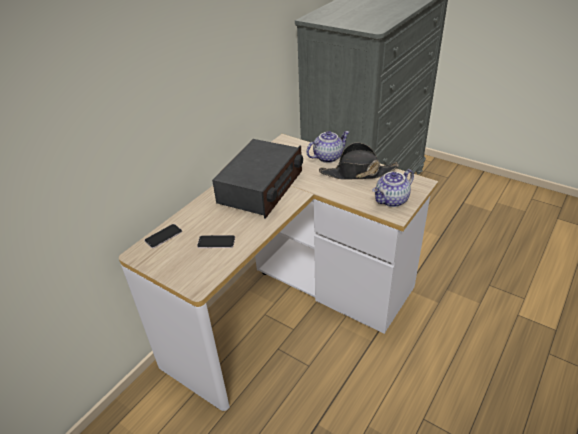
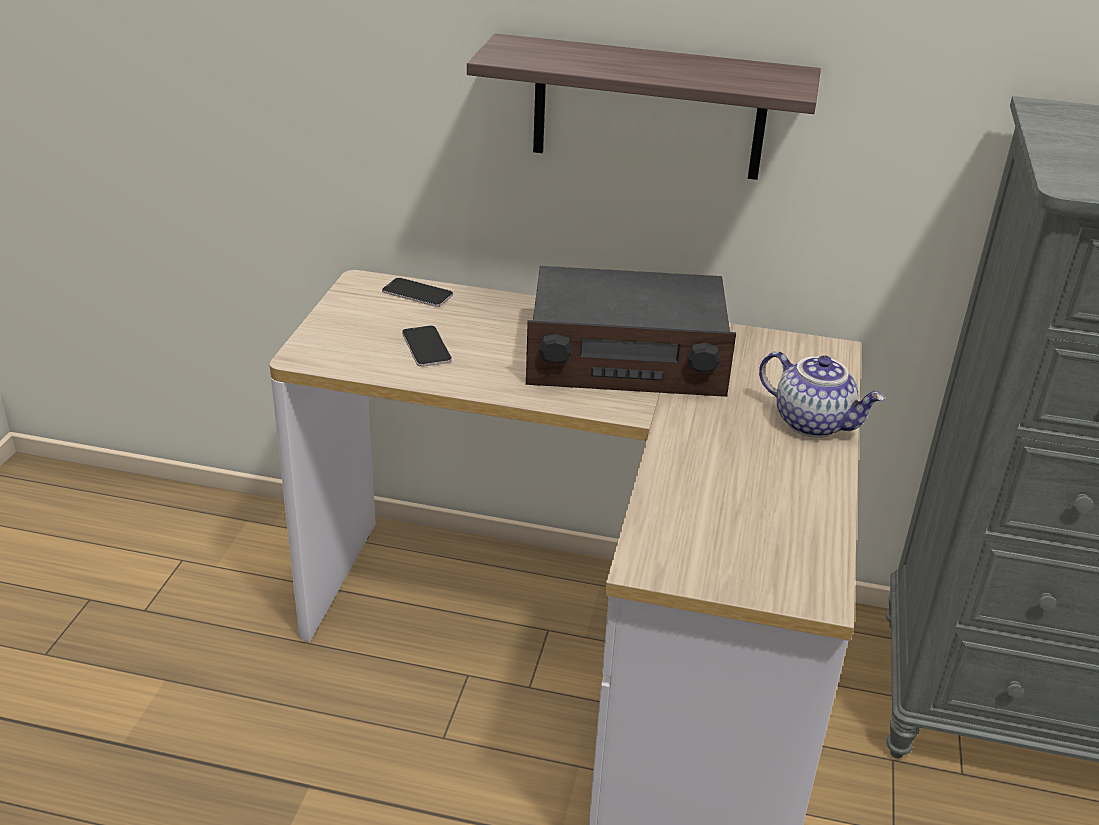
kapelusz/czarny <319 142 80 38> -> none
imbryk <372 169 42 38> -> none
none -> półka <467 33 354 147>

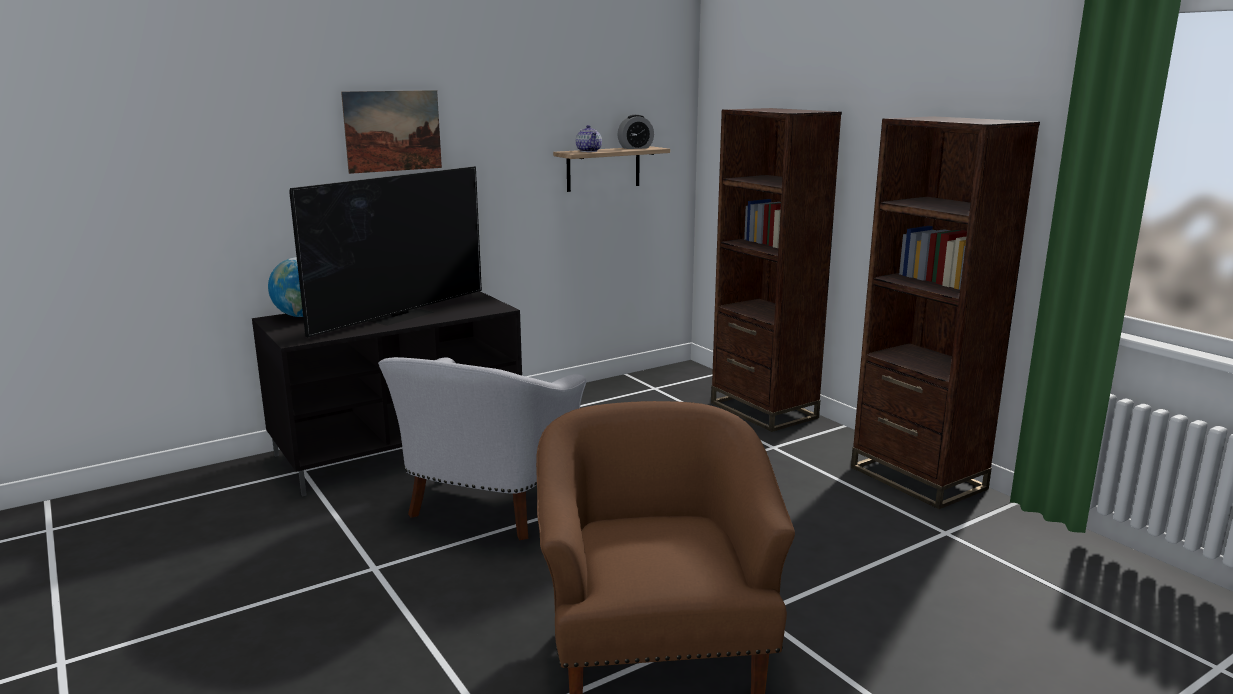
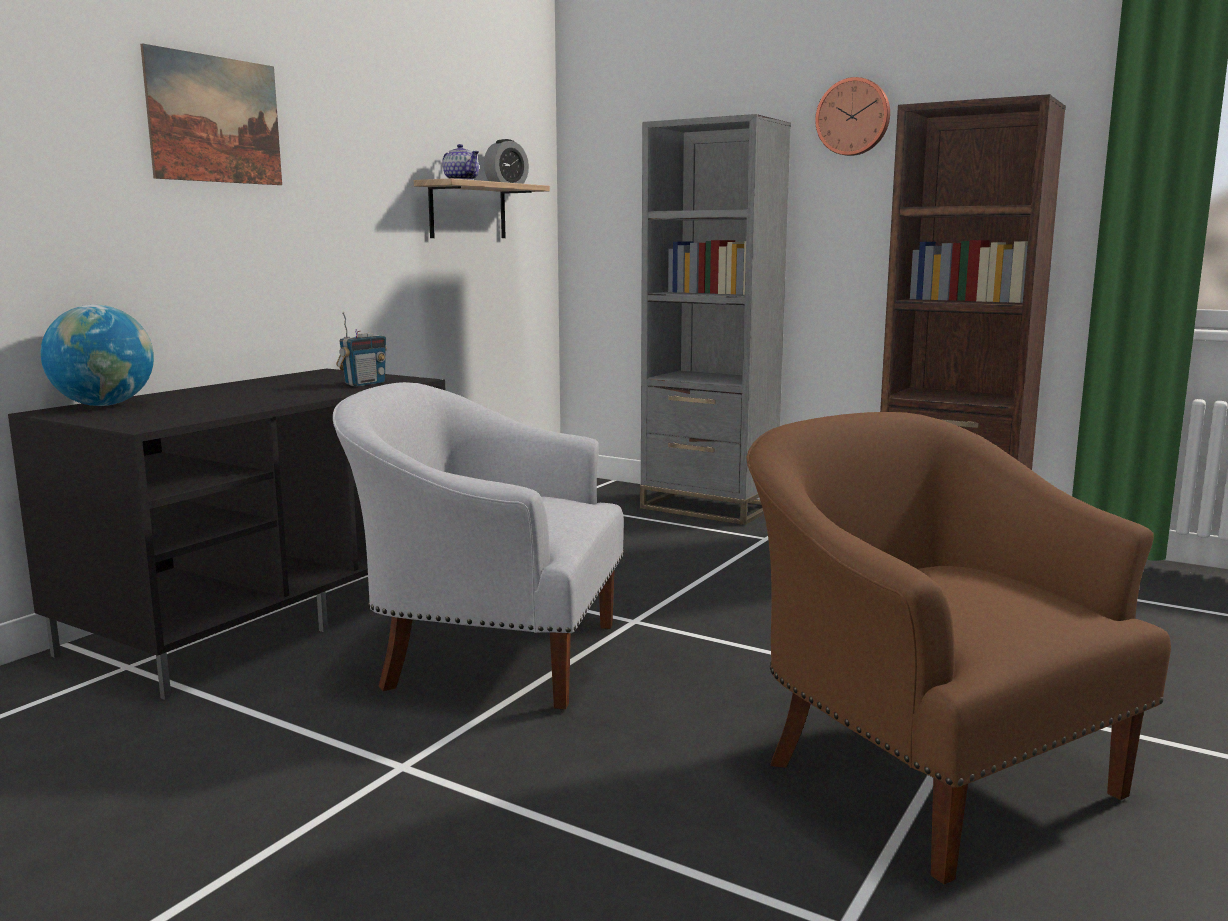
telewizor <289 166 193 171> -> none
none -> radio <336 312 51 74>
none -> zegar ścienny <815 77 75 79>
regał/brązowy <711 108 131 324> -> regał/szary <640 114 151 411>
fotel/biały <378 357 208 183> -> fotel/biały <333 382 291 327>, 105 degrees clockwise

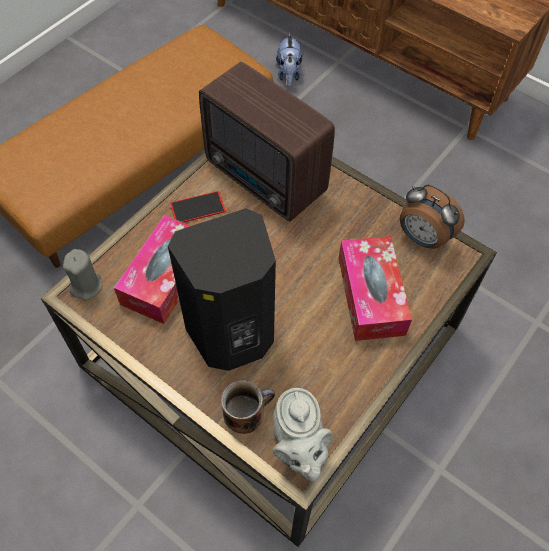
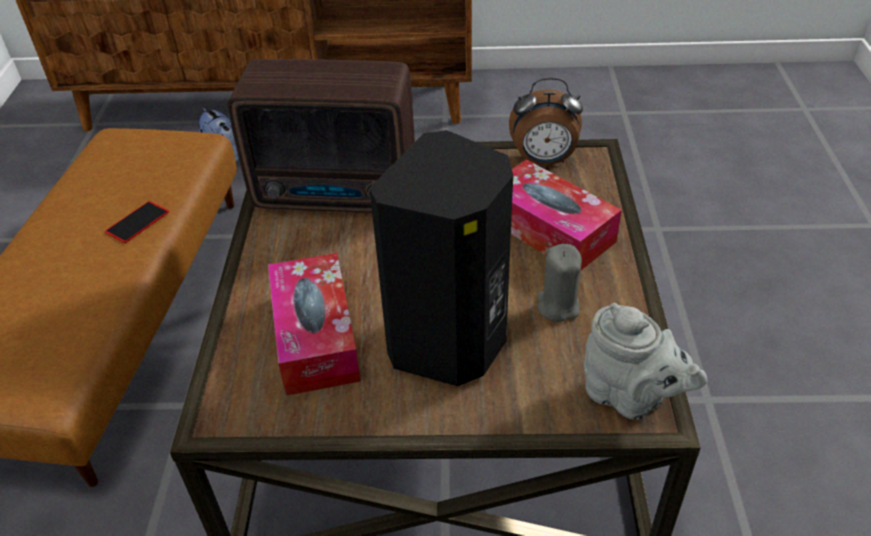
kubek <221 380 54 54> -> none
świeca/szary <63 249 40 51> -> świeca/szary <537 244 45 78>, relocated
telefon <170 191 56 32> -> telefon <105 201 64 42>, relocated

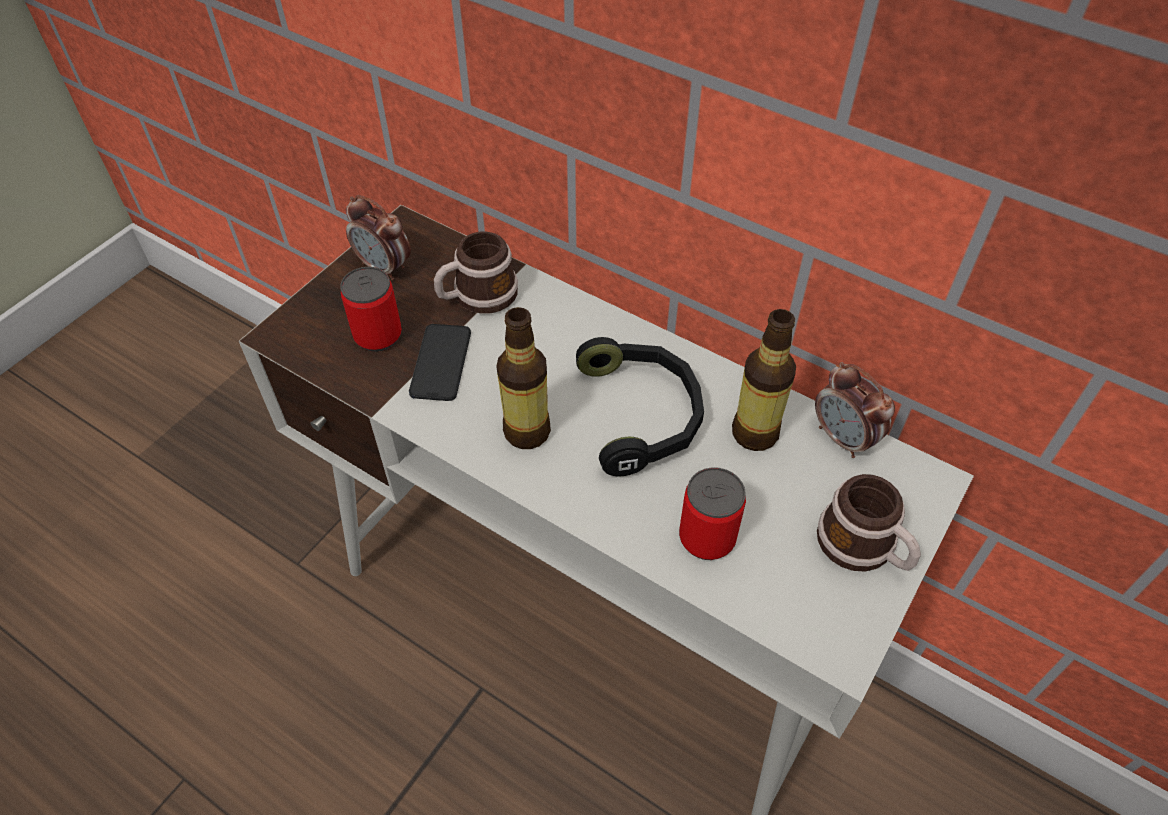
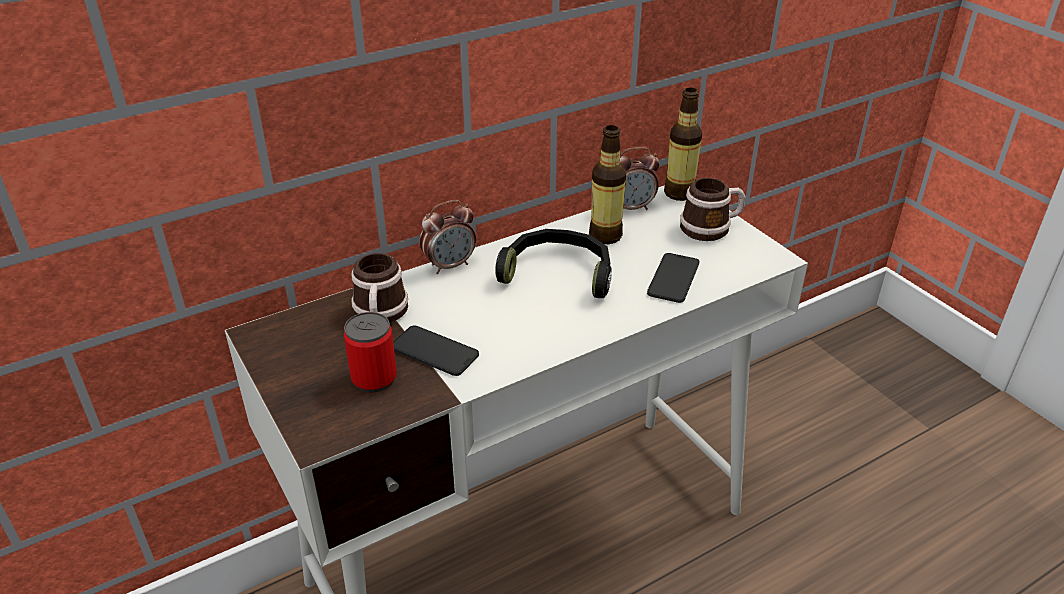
budzik <346 195 65 85> -> budzik <420 200 56 74>, relocated
butelka <496 307 55 142> -> butelka <664 88 38 113>, relocated
puszka <679 467 67 93> -> telefon <647 253 53 50>

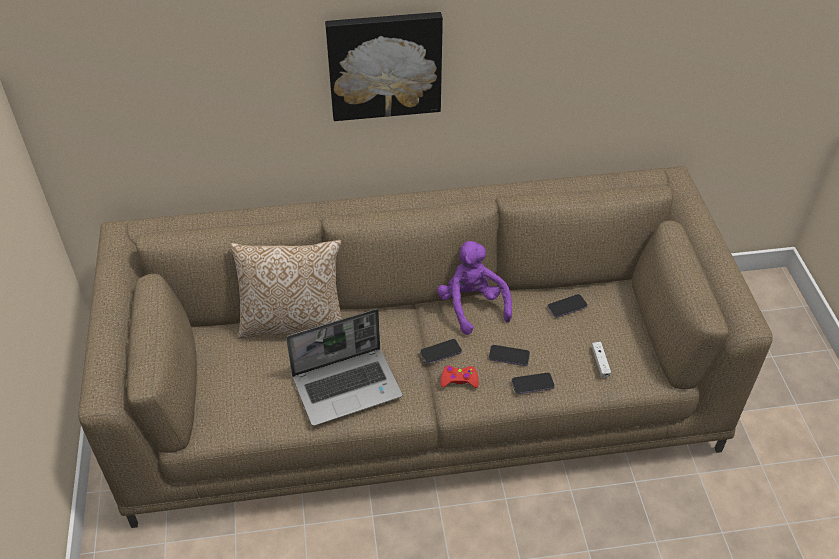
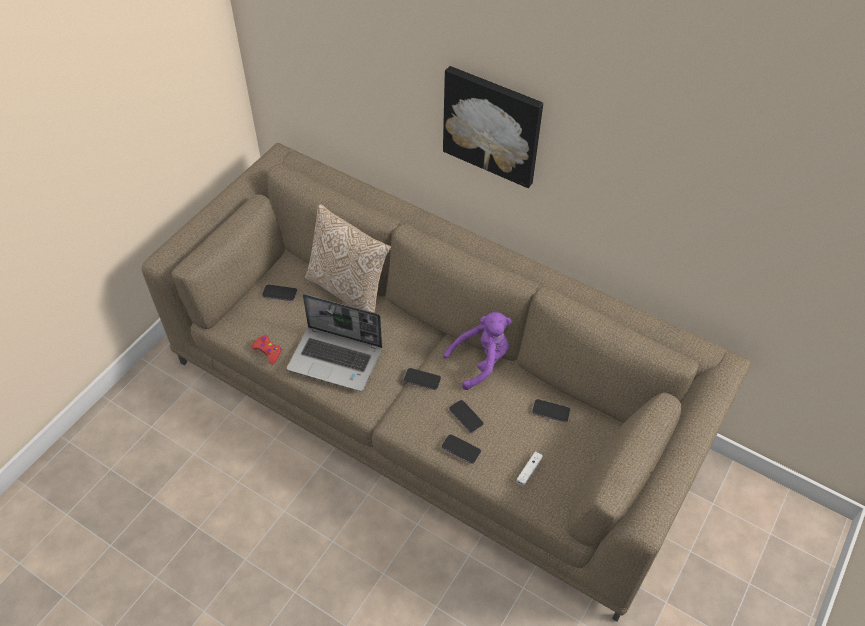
none -> telefon <262 284 35 17>
pad do gier/czerwony <441 366 38 22> -> pad do gier/czerwony <252 335 30 30>, relocated
pluszak/fioletowy <437 241 75 94> -> pluszak/fioletowy <443 312 69 78>, 45 degrees clockwise

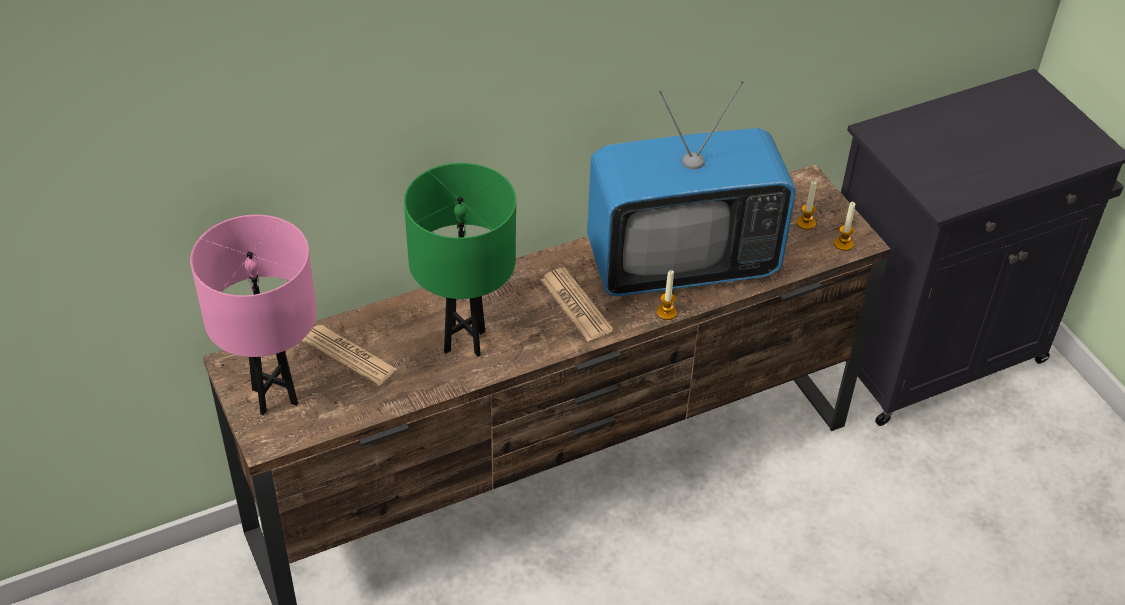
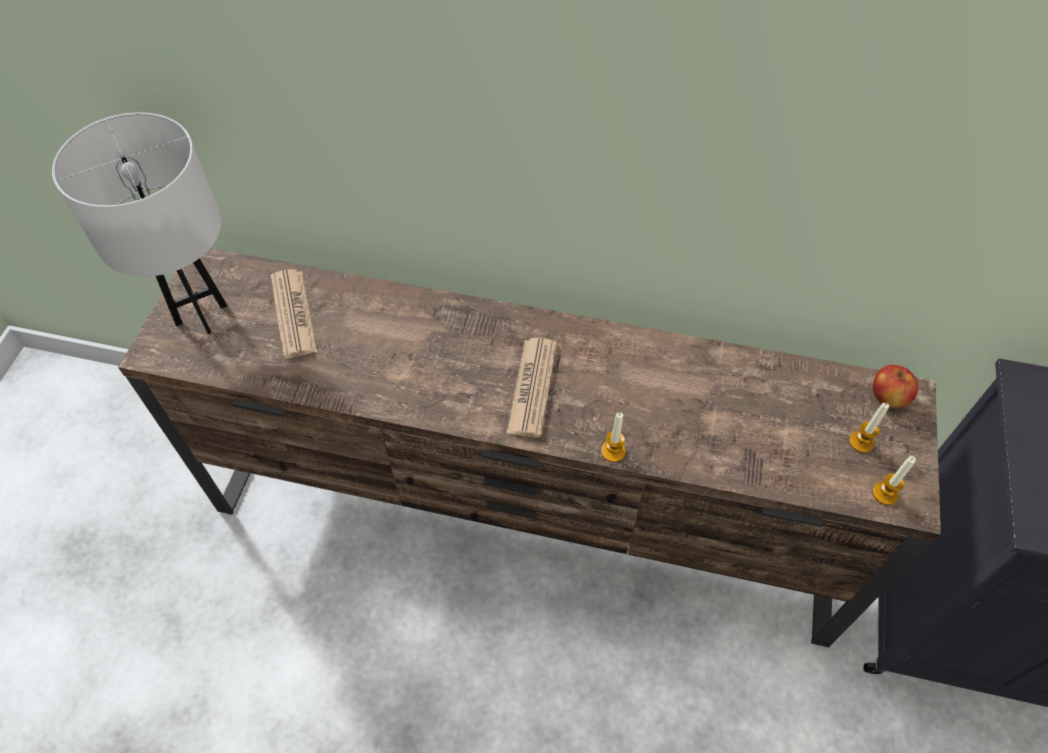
lampa stołowa/zielony <404 163 112 194> -> none
telewizor <587 81 209 215> -> none
none -> jabłko <873 365 46 42>
lampa stołowa/różowy <190 215 127 200> -> lampa stołowa/biały <52 112 175 222>

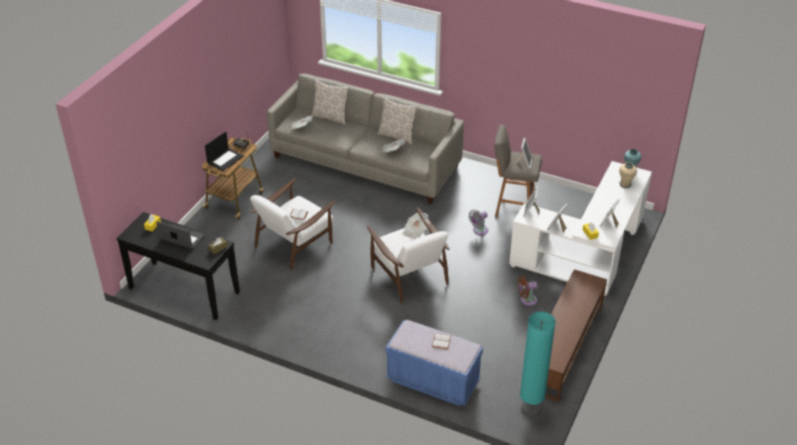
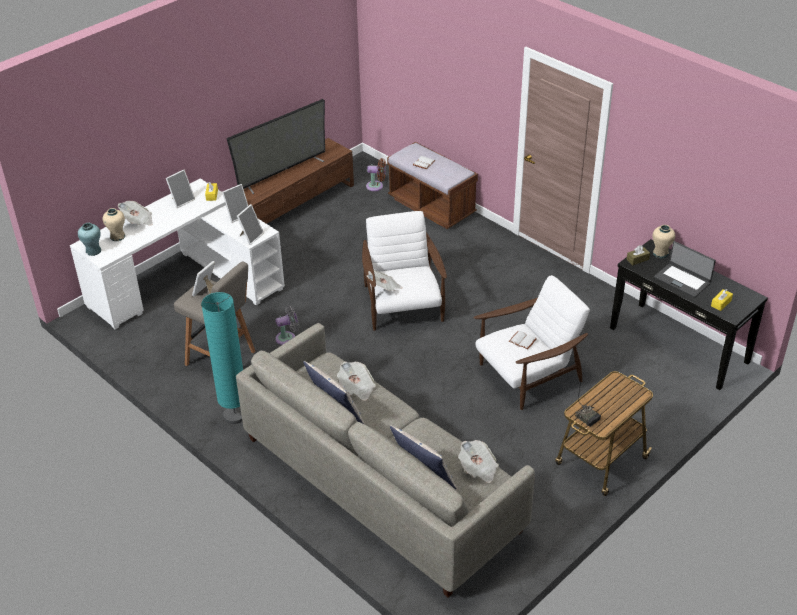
laptop <205 131 39 40> -> none
none -> gazeta <118 201 35 25>
none -> telewizor <227 99 98 95>
none -> wazon/beżowy <653 225 22 33>
wentylator/brązowy <518 276 19 30> -> wentylator/brązowy <366 158 20 33>, relocated
lampa stojąca/turkusowy <520 311 36 106> -> lampa stojąca/turkusowy <201 292 42 132>, relocated
ławka/niebieski <386 320 97 86> -> ławka/brązowy <387 142 91 87>

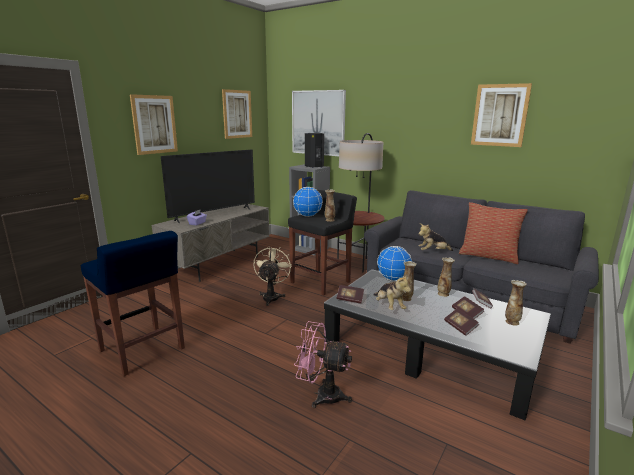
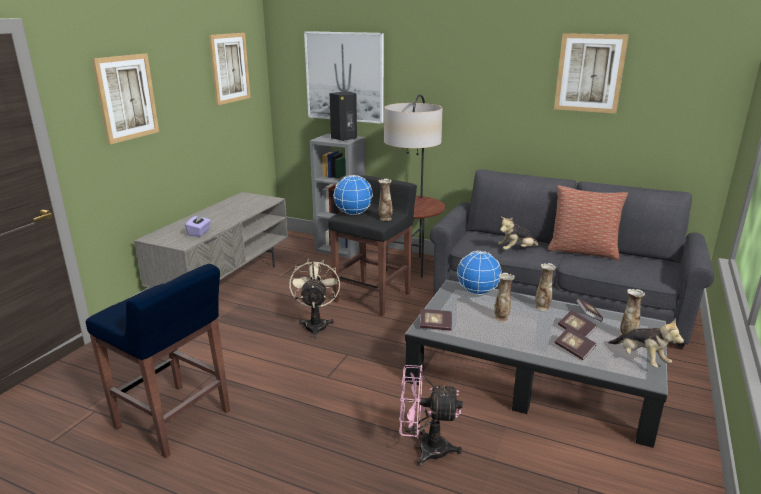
telewizor <161 150 94 73> -> none
pluszak <373 275 38 35> -> pluszak <608 318 76 49>, relocated

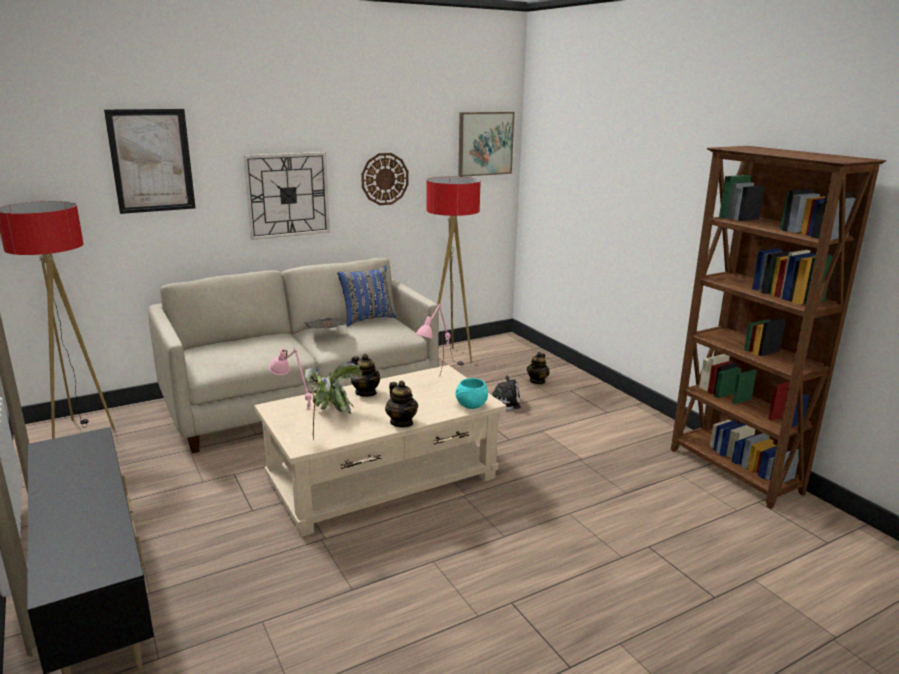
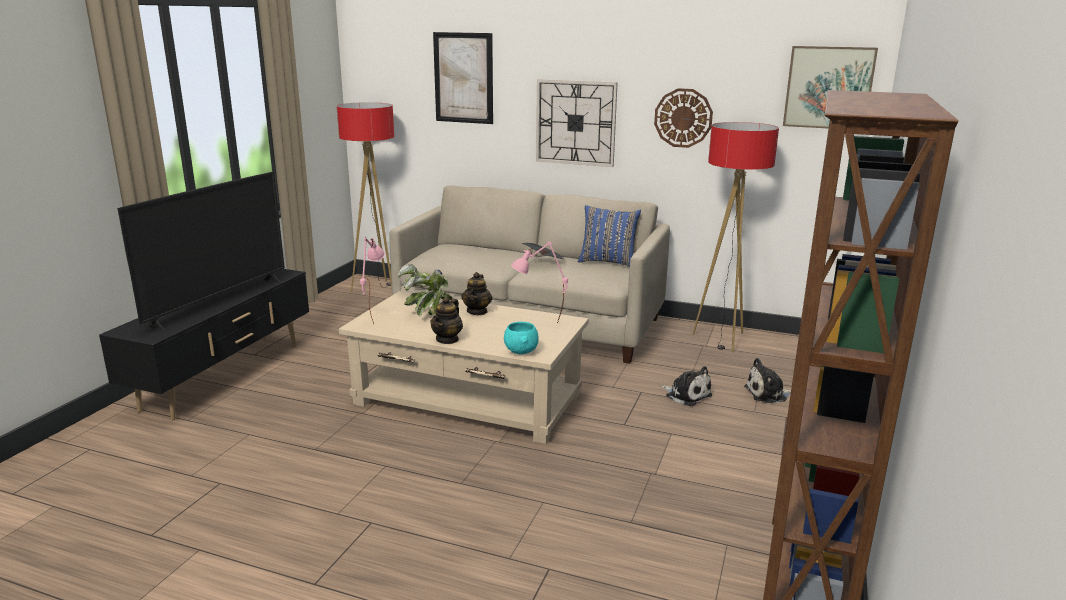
none -> telewizor <117 172 168 159>
imbryk <527 352 23 33> -> pluszak <744 358 47 45>

